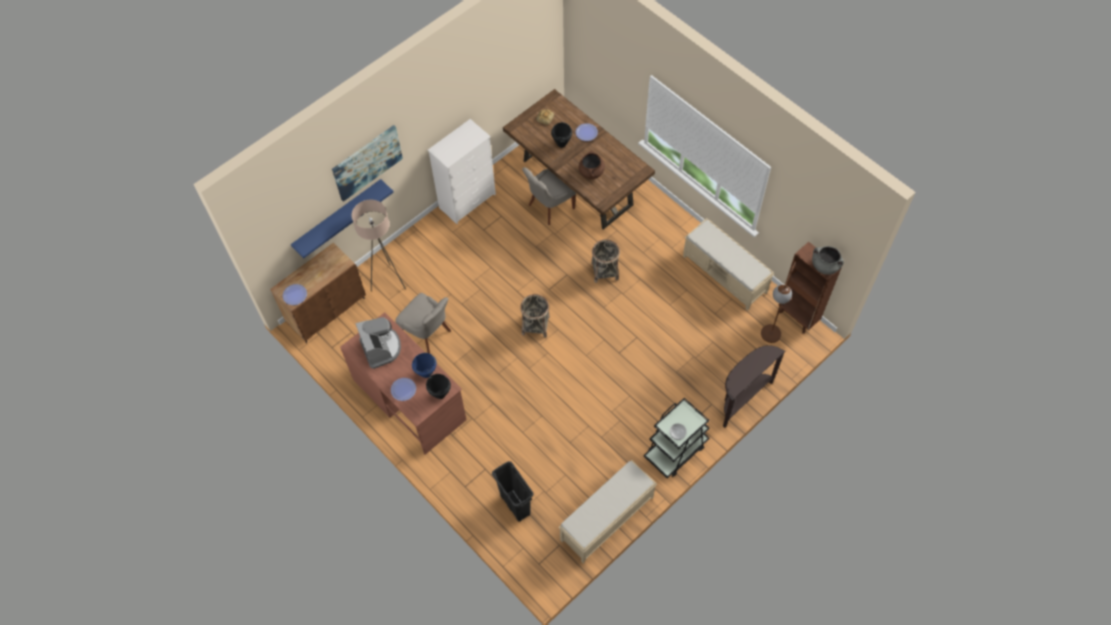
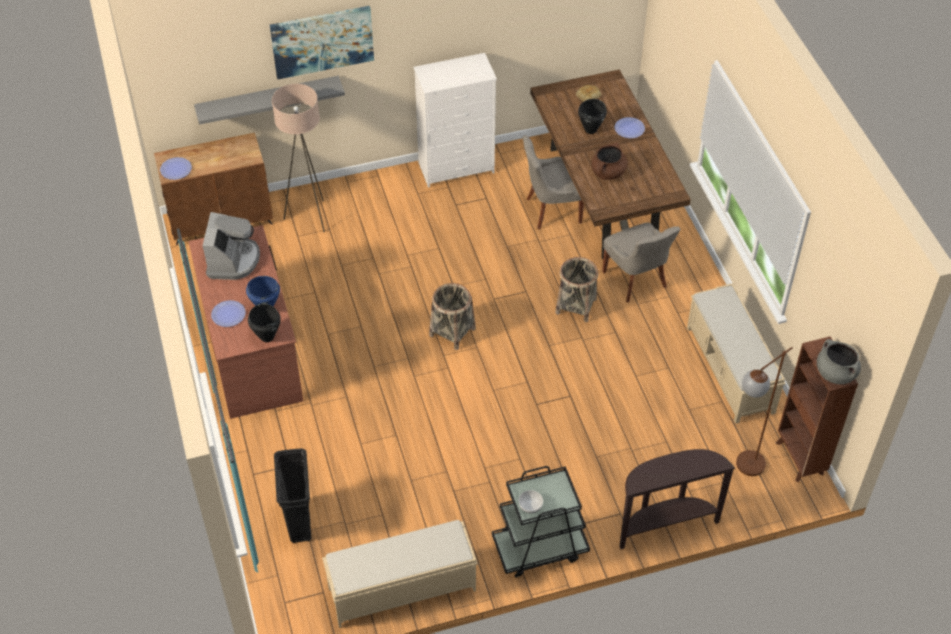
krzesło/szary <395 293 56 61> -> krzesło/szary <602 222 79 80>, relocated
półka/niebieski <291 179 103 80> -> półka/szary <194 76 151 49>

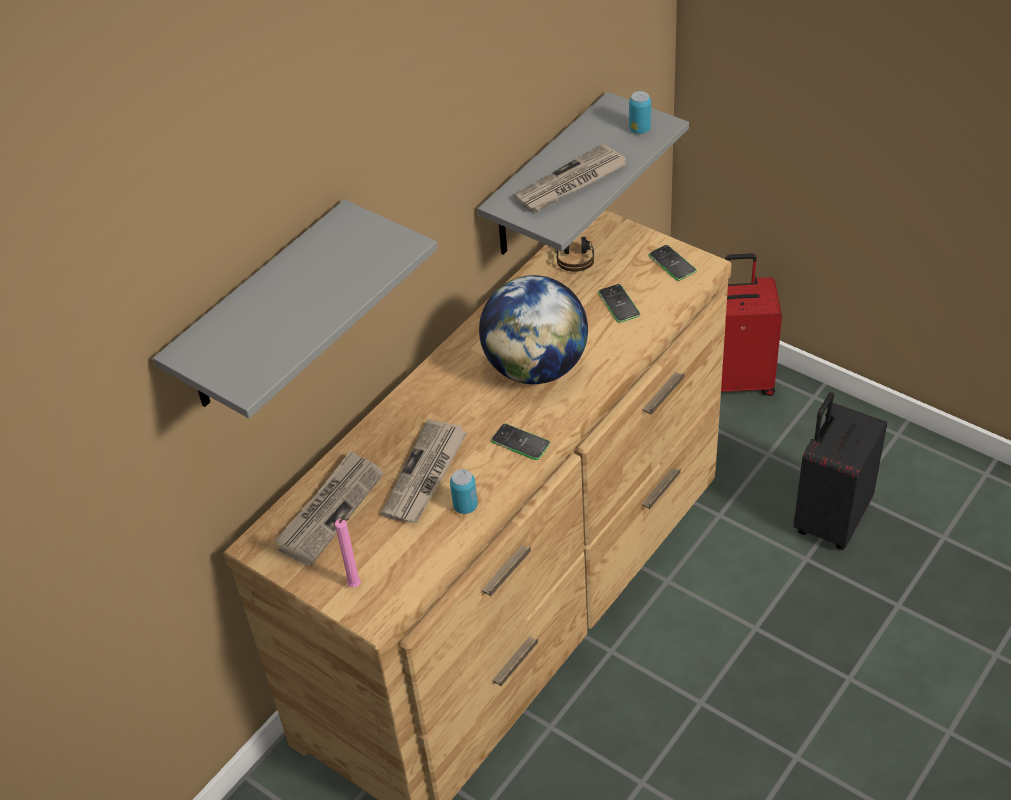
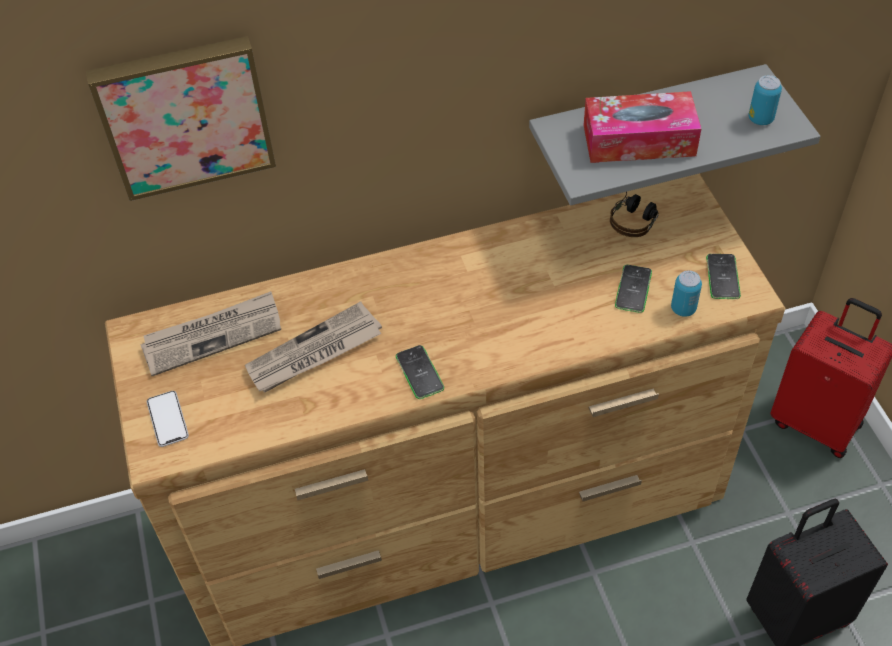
globus <479 275 109 109> -> none
puszka <450 469 28 45> -> puszka <671 270 31 47>, relocated
półka/szary <153 200 284 218> -> obraz <86 36 190 165>
świeca/różowy <335 518 26 70> -> telefon <147 391 42 56>
gazeta <514 143 113 69> -> pudełko chusteczek <584 91 117 72>

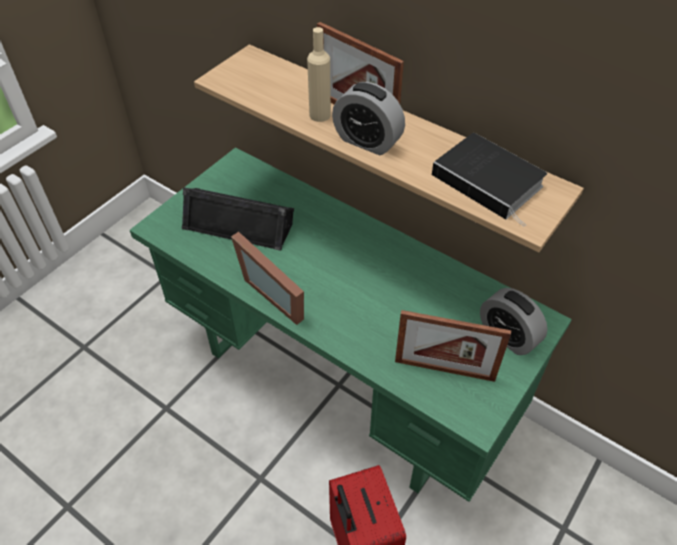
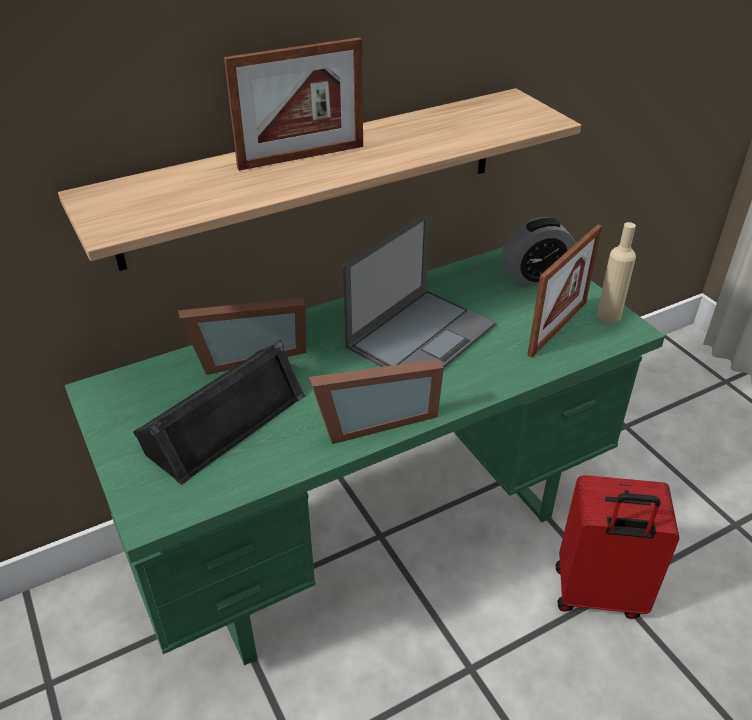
budzik <332 82 73 73> -> none
książka <432 133 115 93> -> none
none -> ramka na zdjęcie <178 298 128 77>
none -> laptop <343 212 153 156>
butelka/beżowy <307 27 24 95> -> butelka/beżowy <597 222 39 101>, relocated

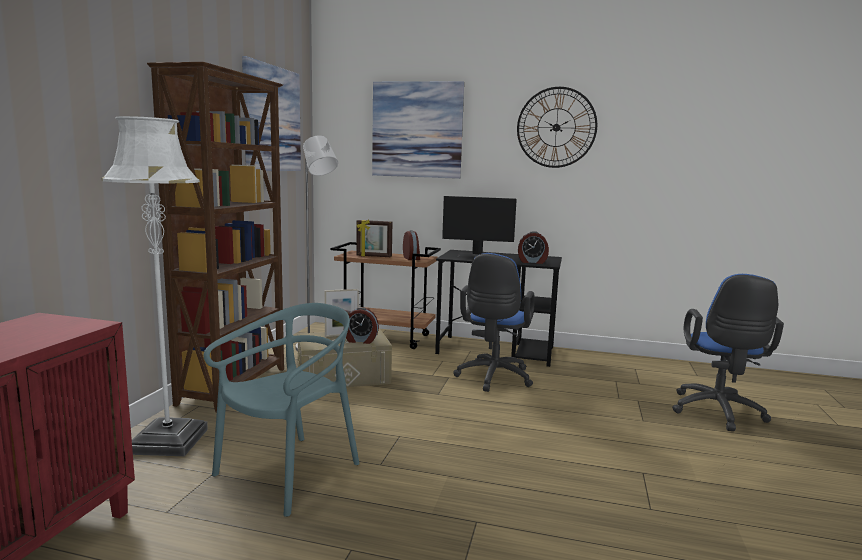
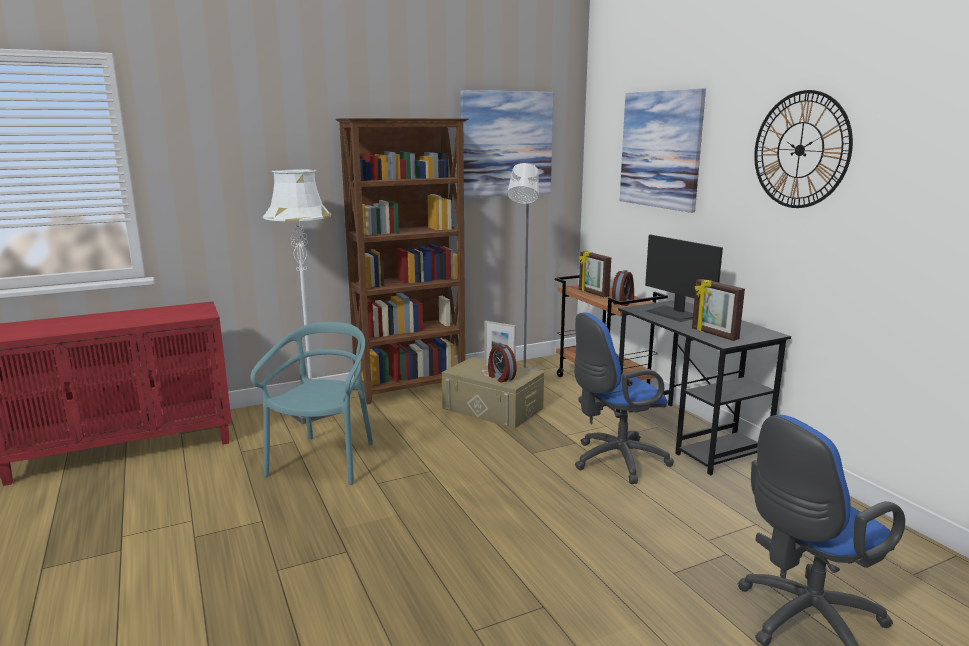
budzik <518 231 31 33> -> ramka na zdjęcie <692 279 53 62>
krzesło/turkusowy <204 303 155 214> -> krzesło/turkusowy <250 322 123 163>, 75 degrees counterclockwise

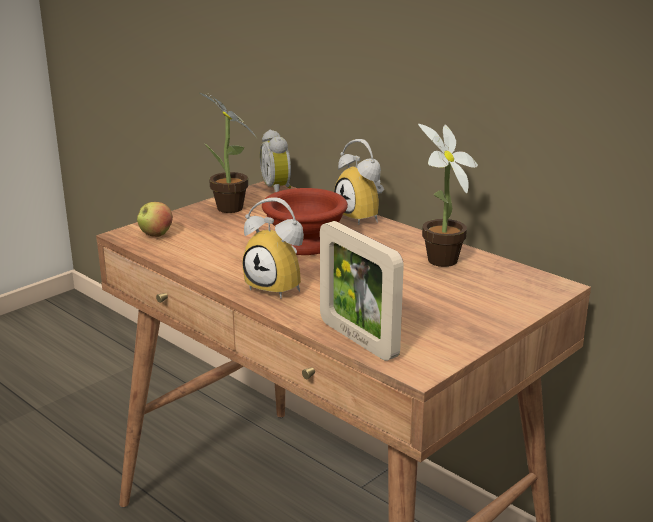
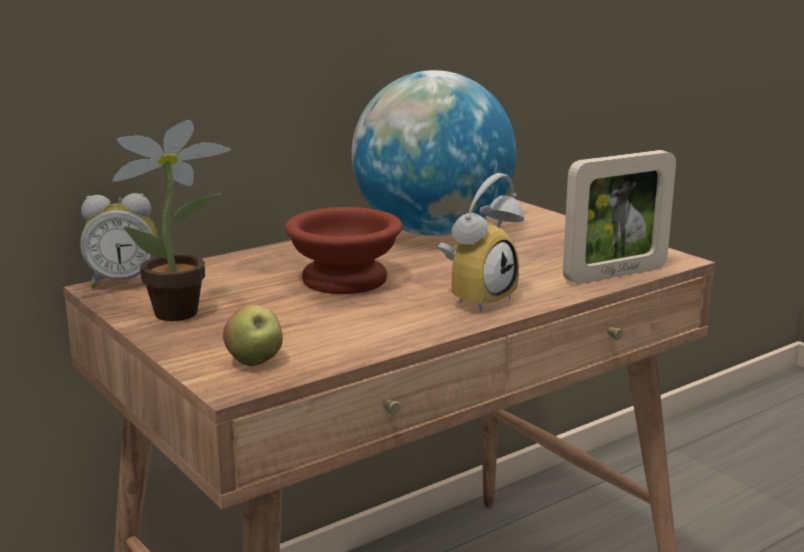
budzik <334 139 50 86> -> none
roślina doniczkowa <418 124 60 143> -> globus <352 70 164 166>

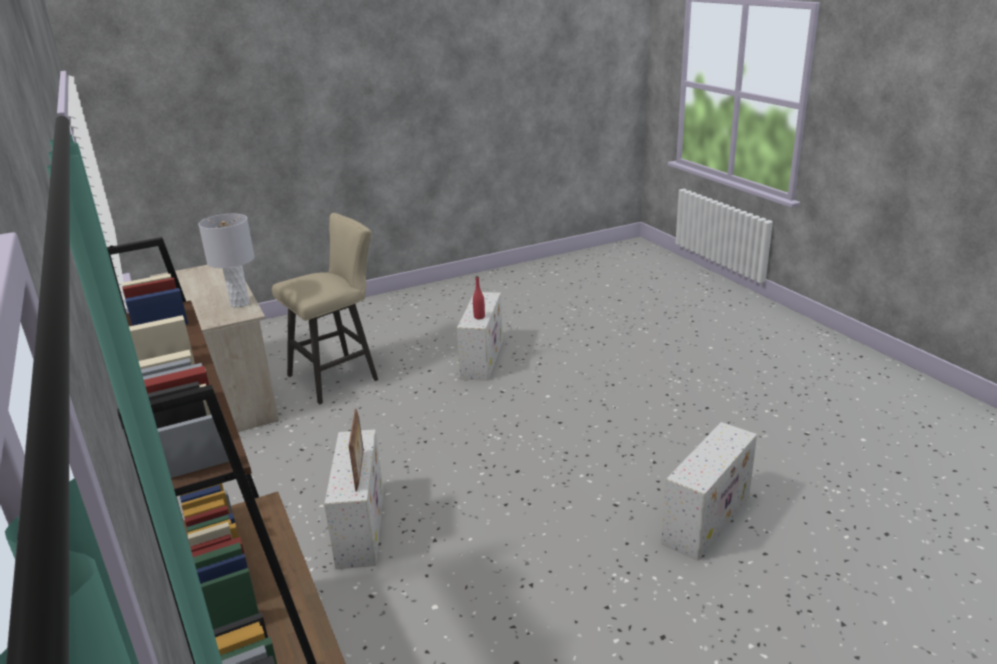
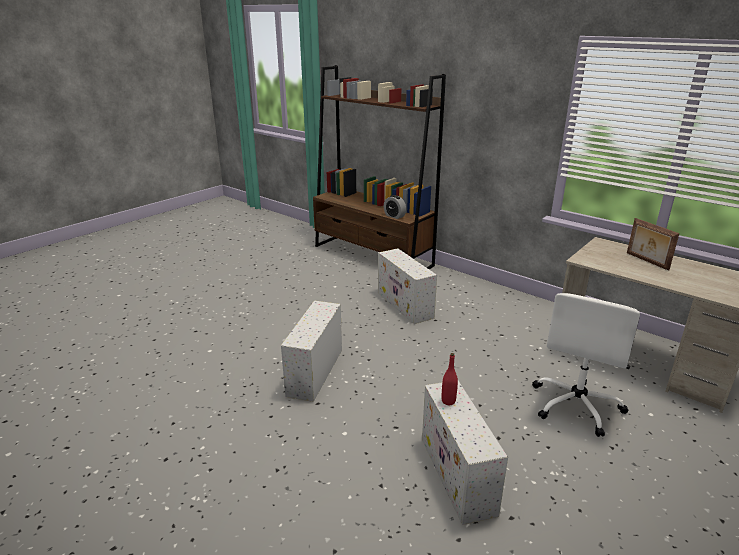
lampa stołowa/szary <198 214 57 94> -> none
none -> budzik <384 195 22 24>
ramka na zdjęcie <349 409 15 82> -> ramka na zdjęcie <627 218 53 53>, relocated
pojemnik do przechowywania/biały <661 422 96 139> -> pojemnik do przechowywania/biały <281 301 61 101>, relocated
stołek/beżowy <272 213 106 191> -> krzesło biurowe/biały <532 293 108 144>

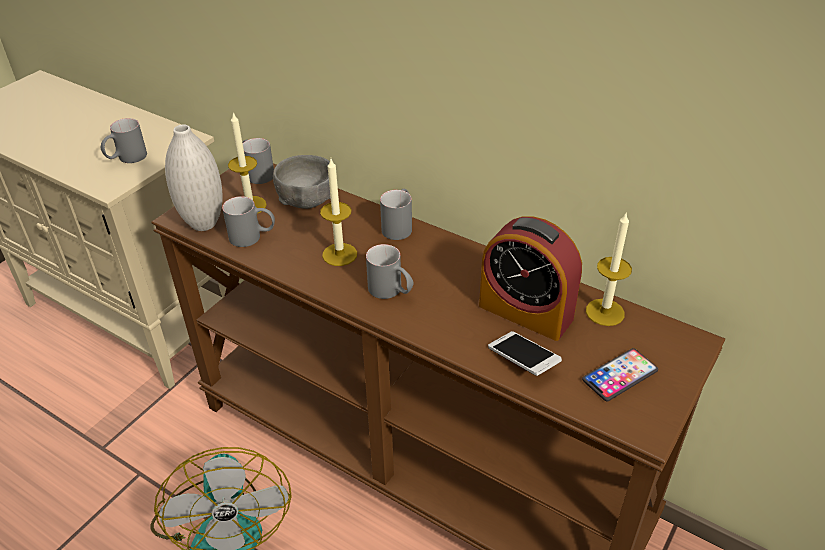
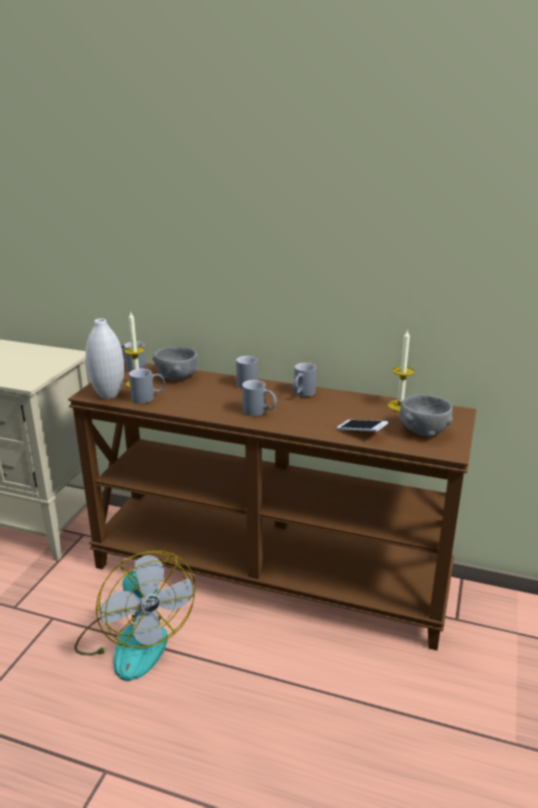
świeca <320 159 37 107> -> none
budzik <479 216 103 125> -> none
kubek/szary <101 118 46 45> -> kubek/szary <292 363 25 34>, relocated
telefon <582 348 76 53> -> miska/szary <399 394 54 43>

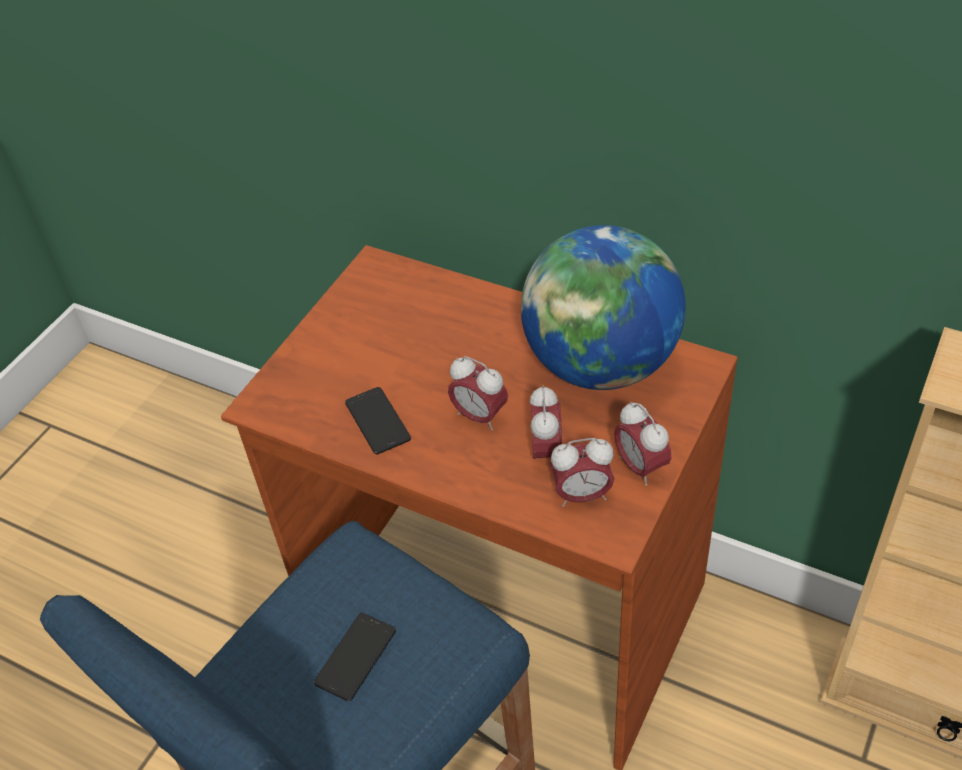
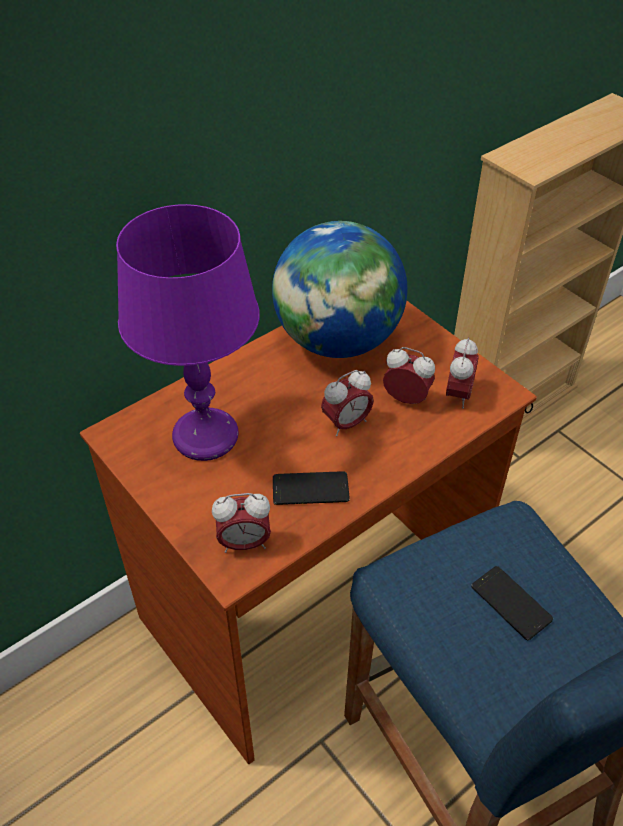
none -> lampa stołowa/fioletowy <116 204 144 257>
budzik <614 402 57 84> -> budzik <212 493 59 60>, relocated

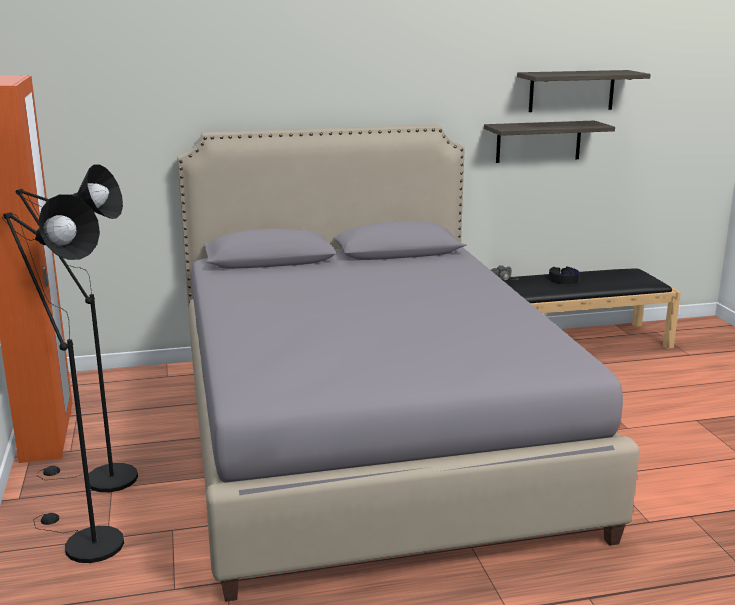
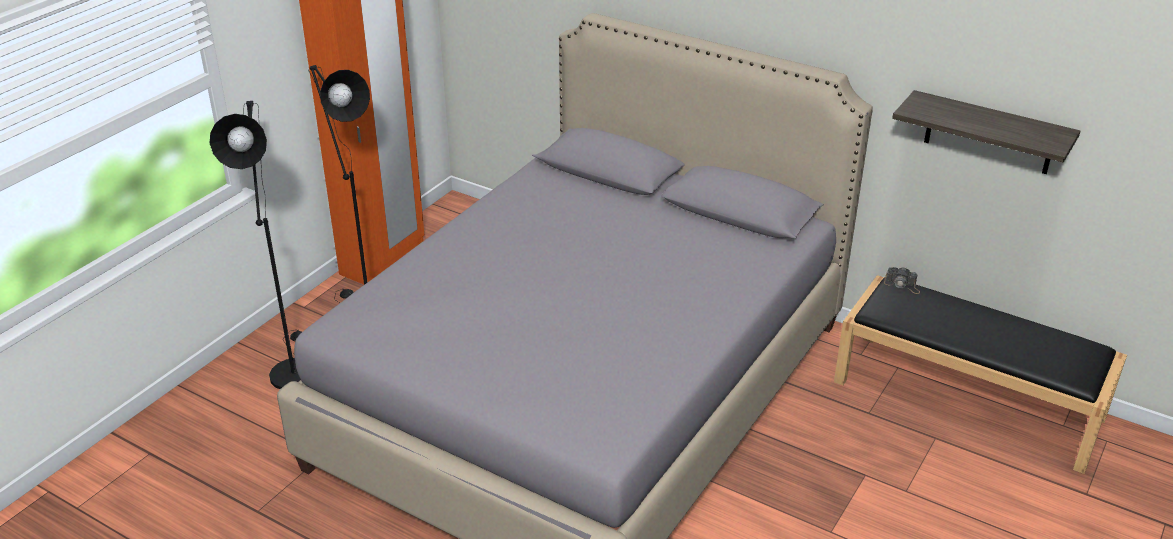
półka <517 70 134 42> -> none
słuchawki/czarny <549 267 30 17> -> none

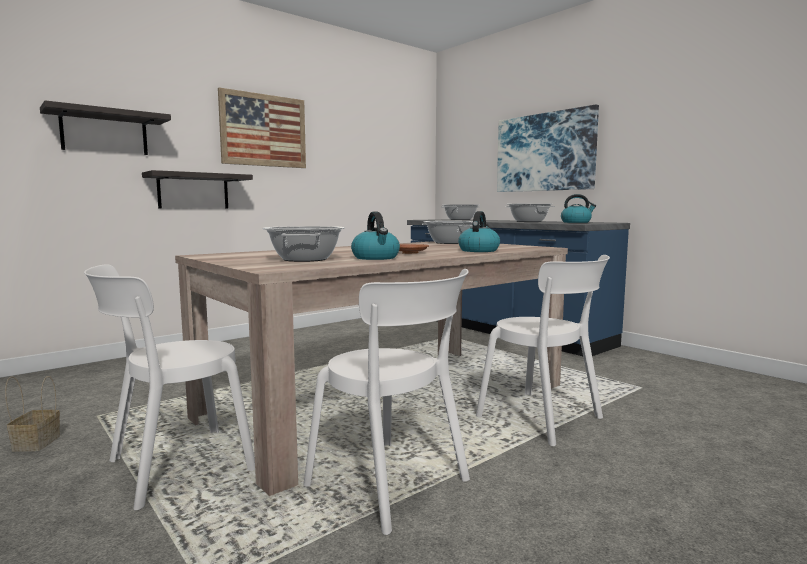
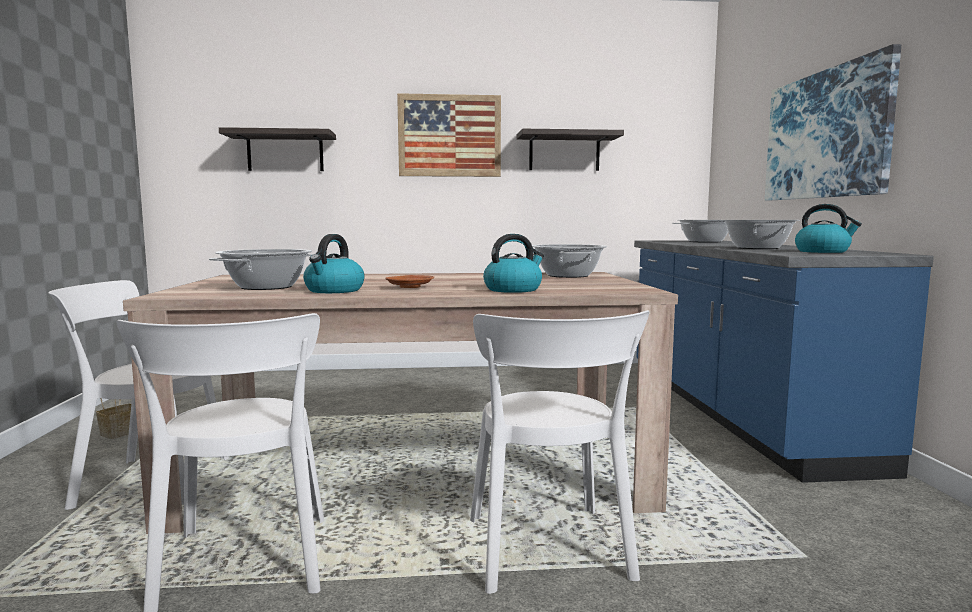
półka <142 170 111 38> -> półka <517 129 107 42>, relocated

